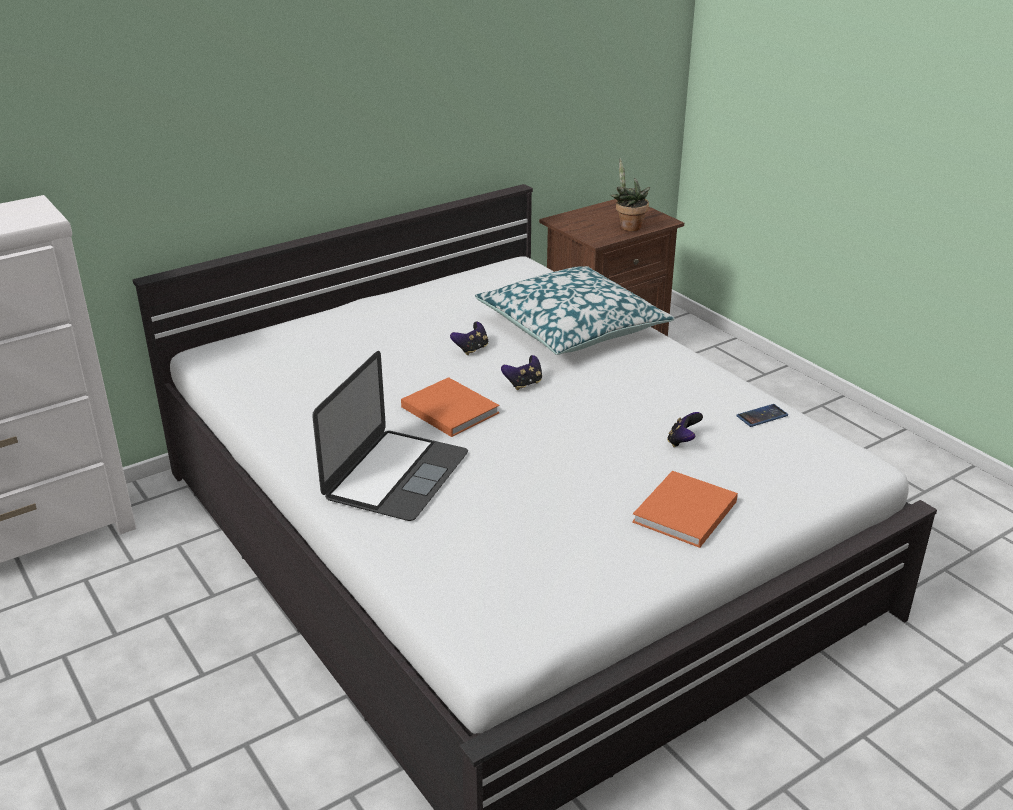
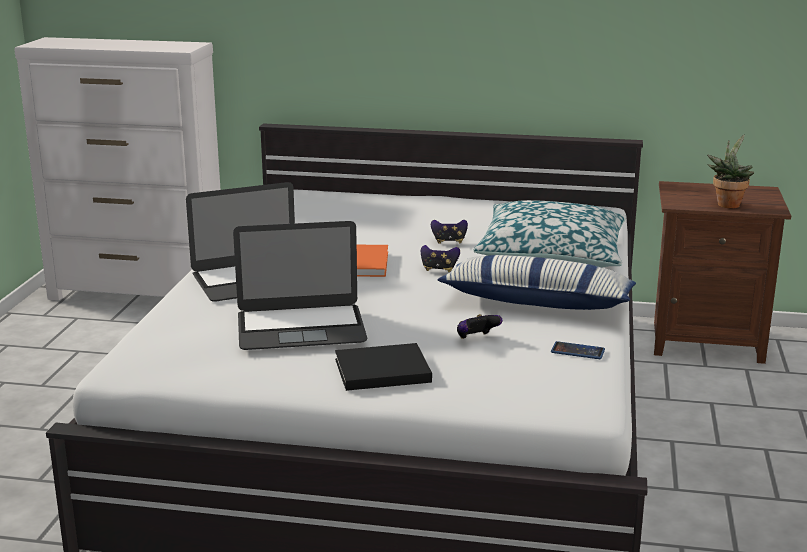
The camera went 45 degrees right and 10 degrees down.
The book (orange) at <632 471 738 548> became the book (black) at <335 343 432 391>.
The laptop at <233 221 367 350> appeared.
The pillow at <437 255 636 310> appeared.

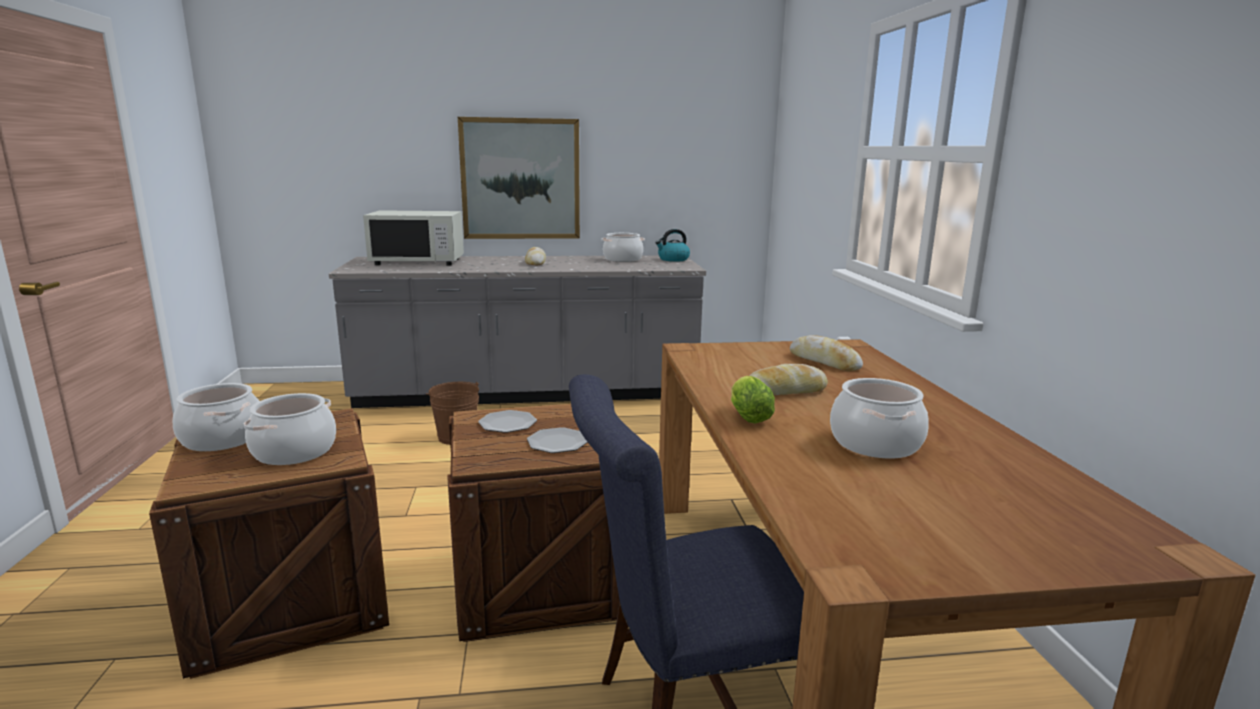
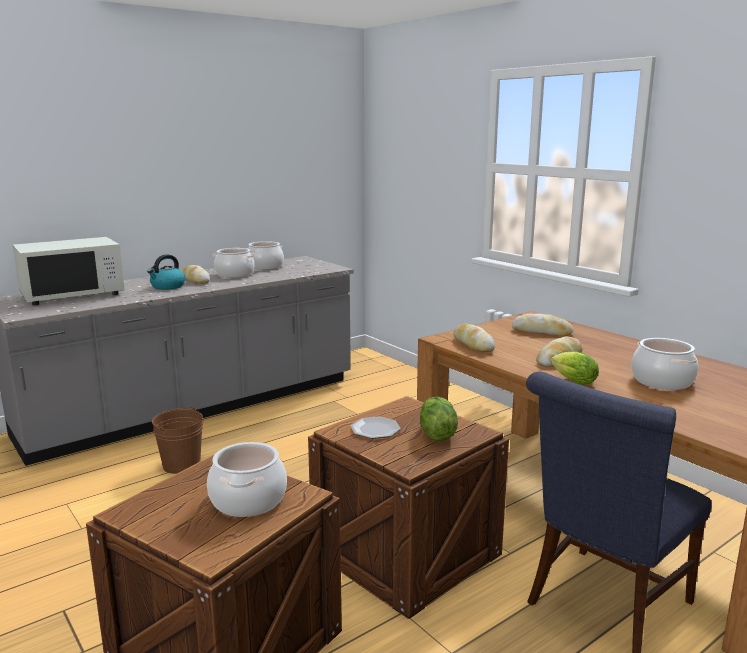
The camera went 30 degrees left and 0 degrees up.
The cooking pot moved from <173 383 259 451> to <213 248 255 278>.
The picture at <458 117 580 239> disappeared.
The plate at <527 427 588 453> was replaced by the lettuce at <420 397 458 441>.
The kettle moved from <655 229 690 262> to <147 254 185 290>.
The bread at <453 324 495 352> appeared.

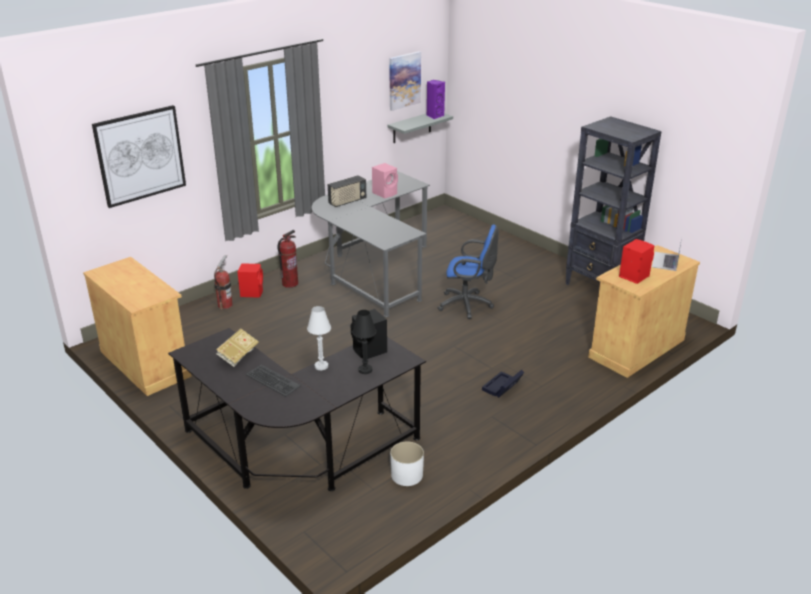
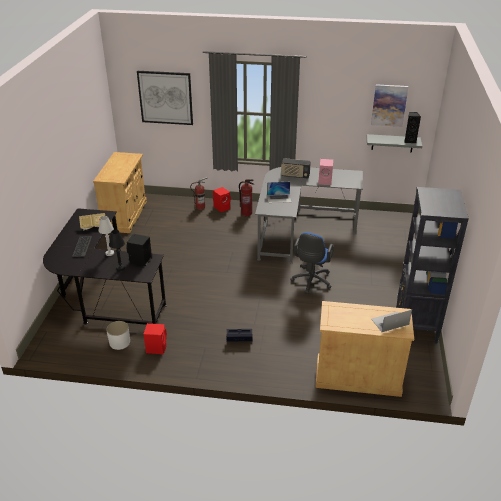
The camera went 50 degrees right and 5 degrees up.
The speaker (purple) at <427 80 445 119> became the speaker (black) at <404 112 421 143>.
The office chair (blue) at <438 225 499 319> turned 45 degrees clockwise.
The speaker (red) moved from <619 239 654 284> to <143 323 167 354>.
The laptop at <267 182 292 203> appeared.

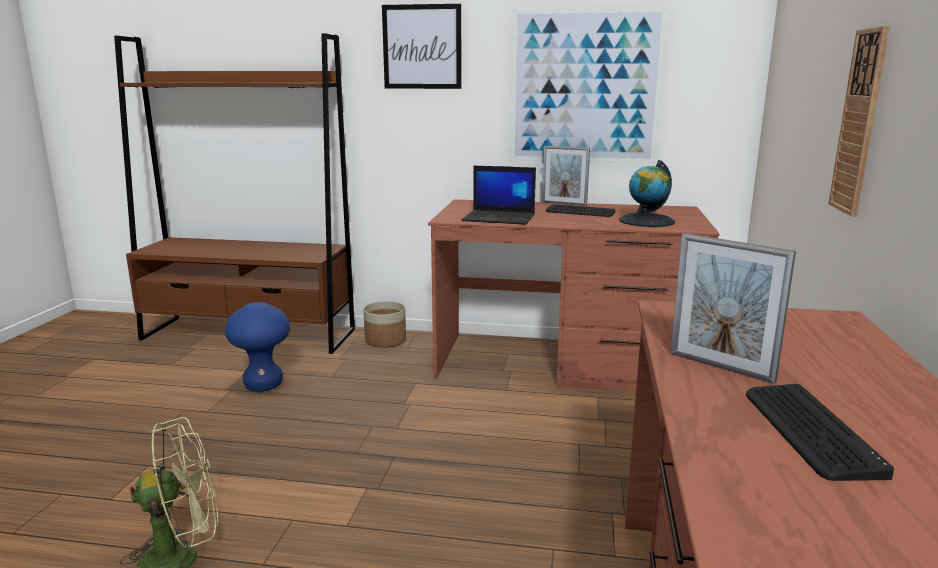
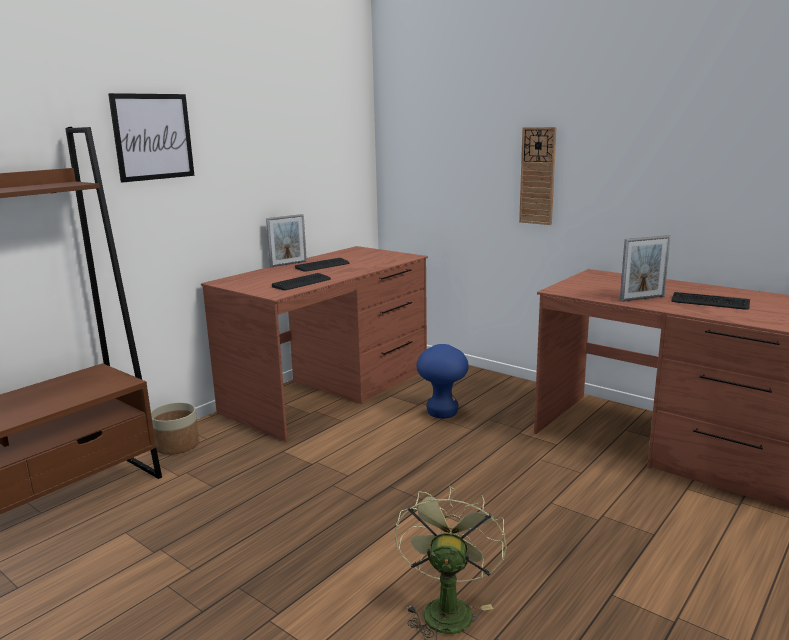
The camera went 60 degrees left and 0 degrees up.
The stool (blue) moved from <225 302 290 392> to <416 344 469 419>.
The laptop at <462 166 536 225> was replaced by the keyboard at <272 273 331 290>.
The picture at <510 7 668 164> disappeared.
The globe at <619 160 675 227> disappeared.

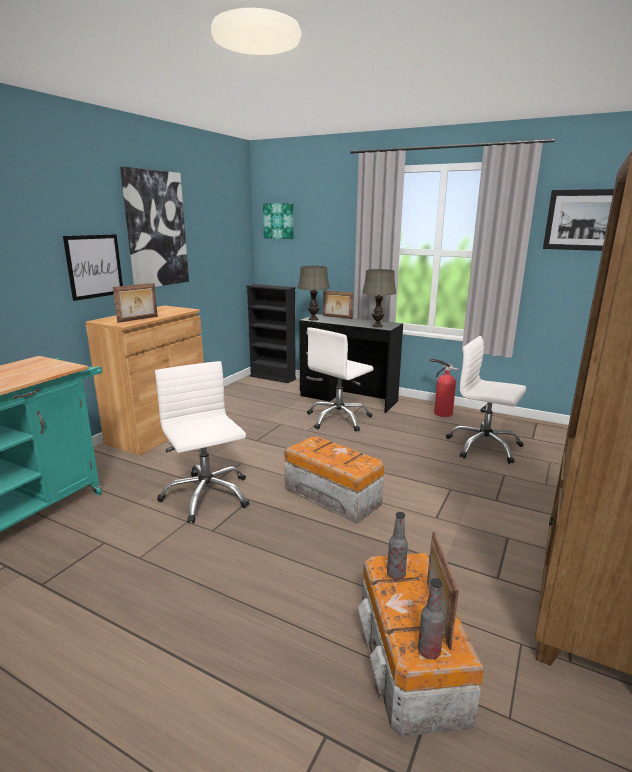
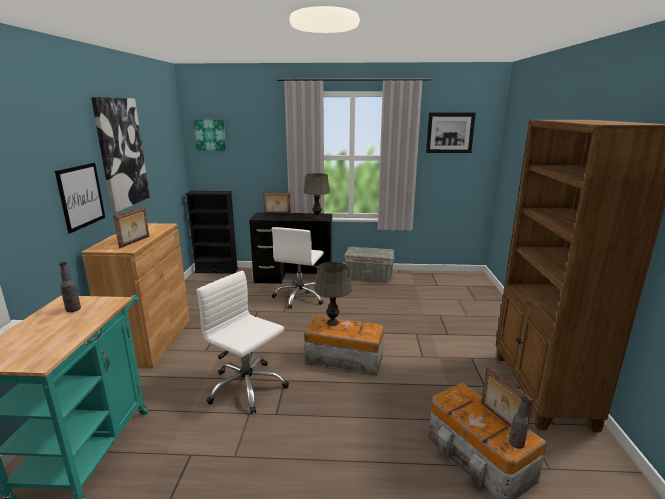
The camera went 25 degrees left and 0 degrees up.
The table lamp (grey) moved from <298 266 330 321> to <314 262 352 326>.
The bottle moved from <387 512 408 580> to <59 262 81 312>.
The fire extinguisher at <429 359 459 417> was replaced by the storage box (grey) at <344 247 395 282>.
The office chair (white) at <446 336 526 464> disappeared.

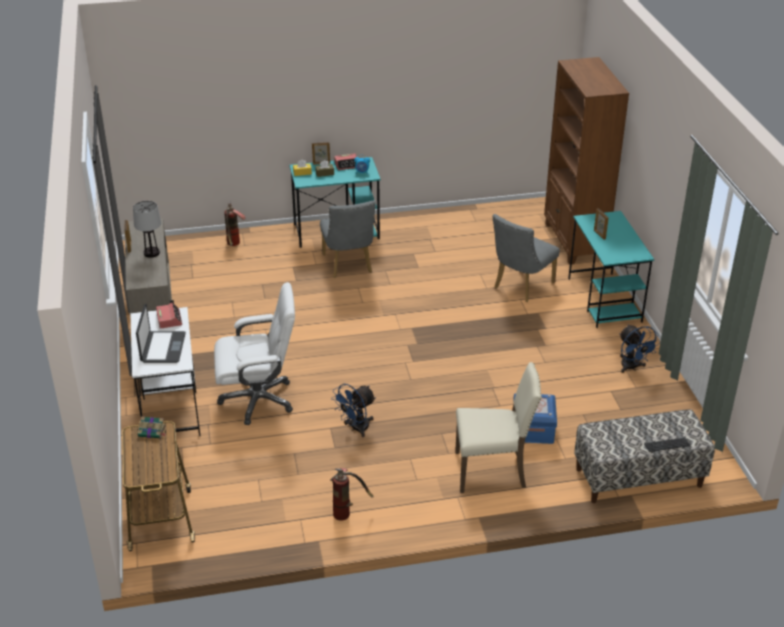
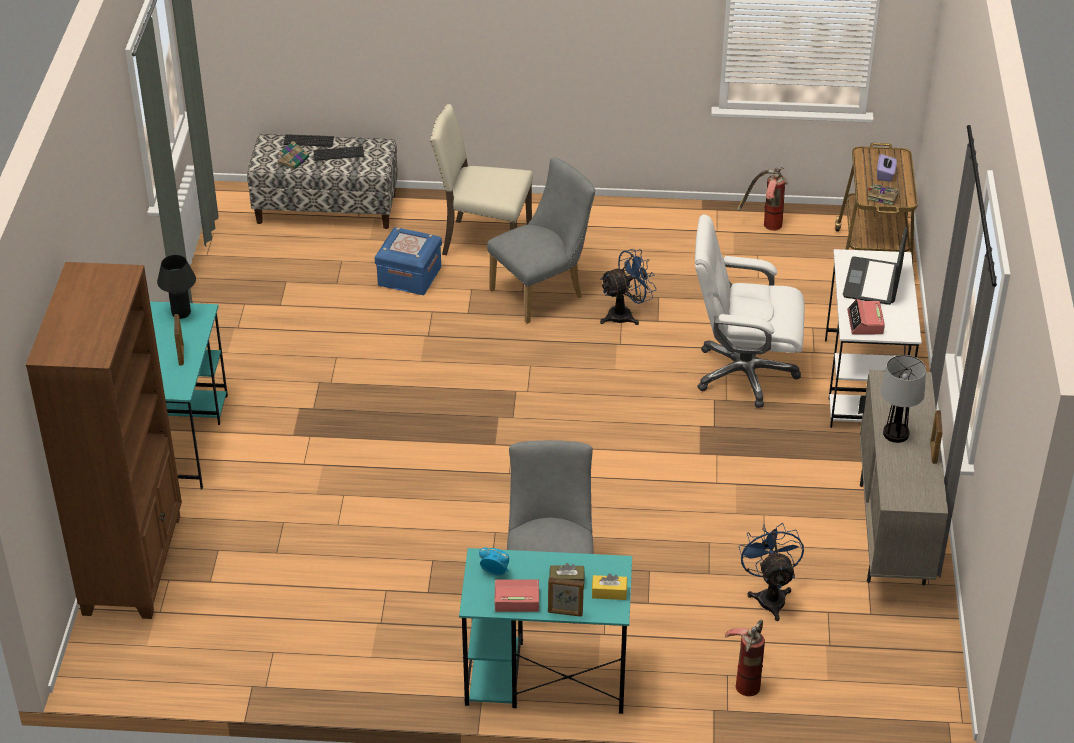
The camera went 165 degrees left and 5 degrees up.
The fire extinguisher moved from <330 468 374 521> to <737 167 788 231>.
The chair (grey) moved from <492 214 560 302> to <487 157 595 324>.
The fan (blue) moved from <619 324 661 373> to <739 523 804 621>.
The table lamp (black) at <157 255 196 319> appeared.
The book at <277 141 309 170> appeared.
The keyboard at <313 146 364 161> appeared.
The tissue box (purple) at <877 154 897 182> appeared.

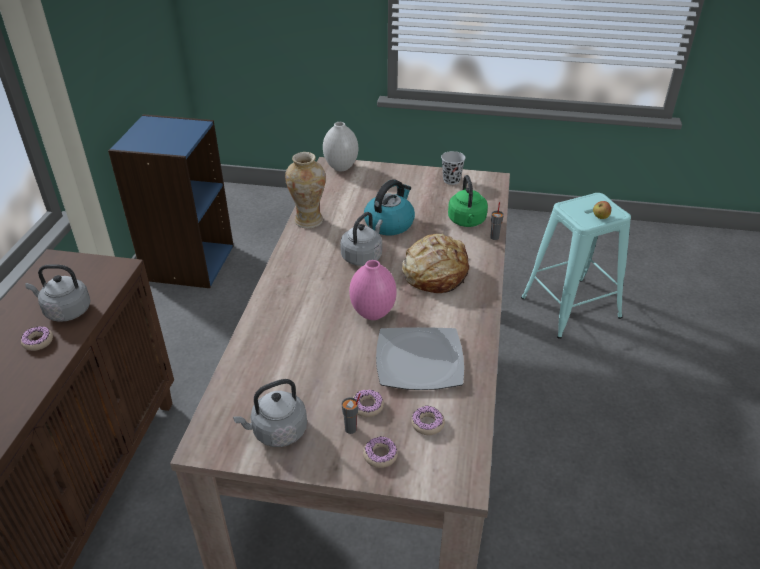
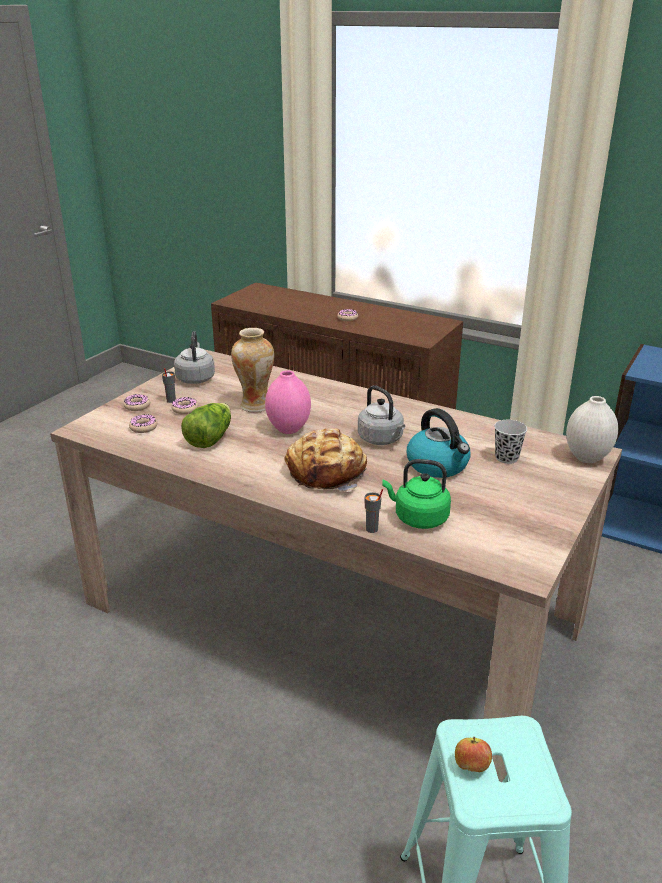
The camera went 110 degrees right and 10 degrees down.
The kettle (grey) at <25 264 91 322> disappeared.
The vase moved from <285 152 326 229> to <231 328 274 412>.
The plate at <376 327 464 390> was replaced by the lettuce at <181 403 231 448>.
The cup (black) moved from <441 151 466 185> to <494 420 527 464>.

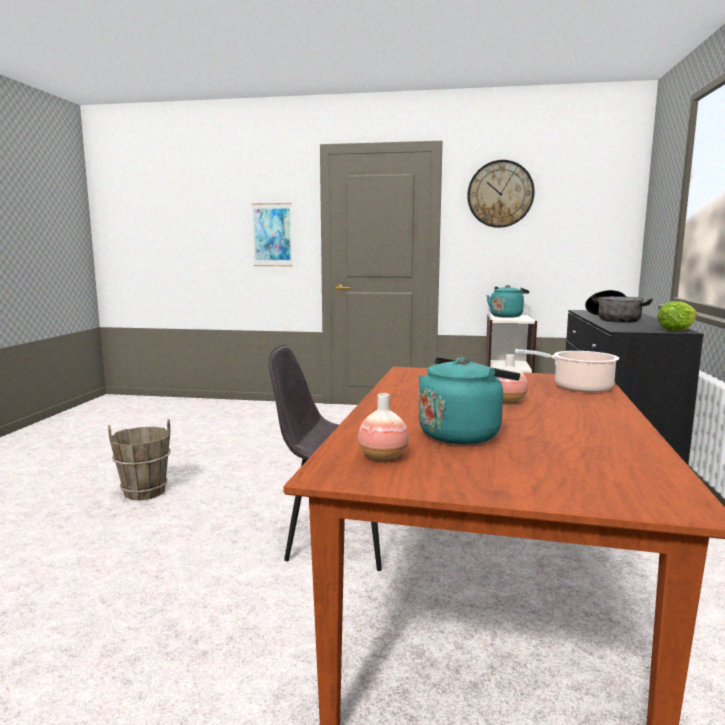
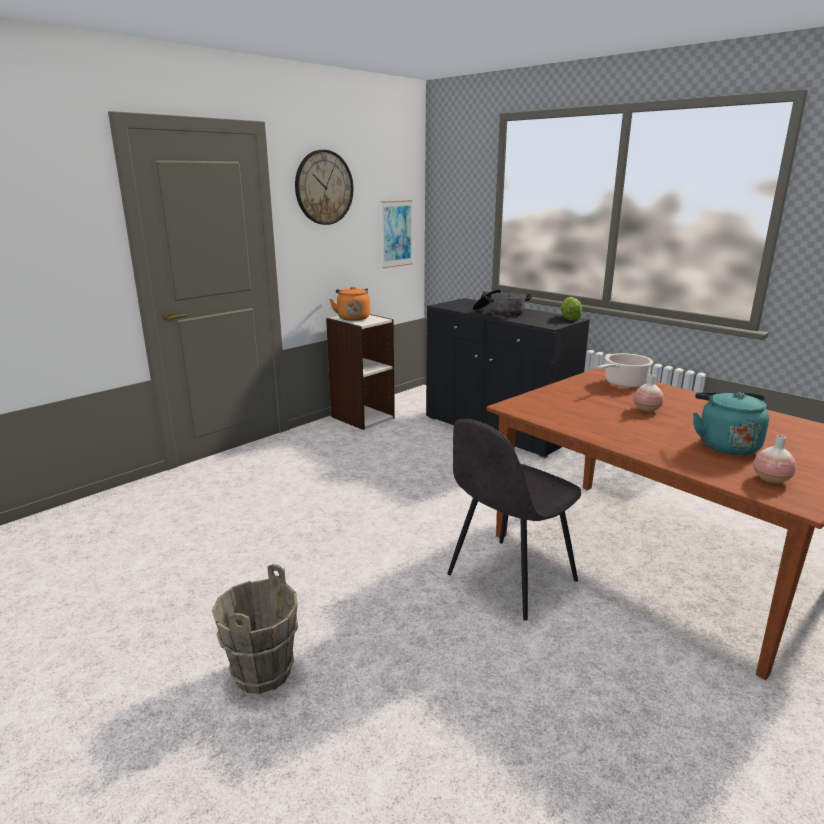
The camera went 55 degrees left and 10 degrees up.
The picture moved from <252 203 293 266> to <381 200 413 268>.
The kettle (turquoise) at <486 285 529 318> became the kettle (orange) at <330 286 370 321>.

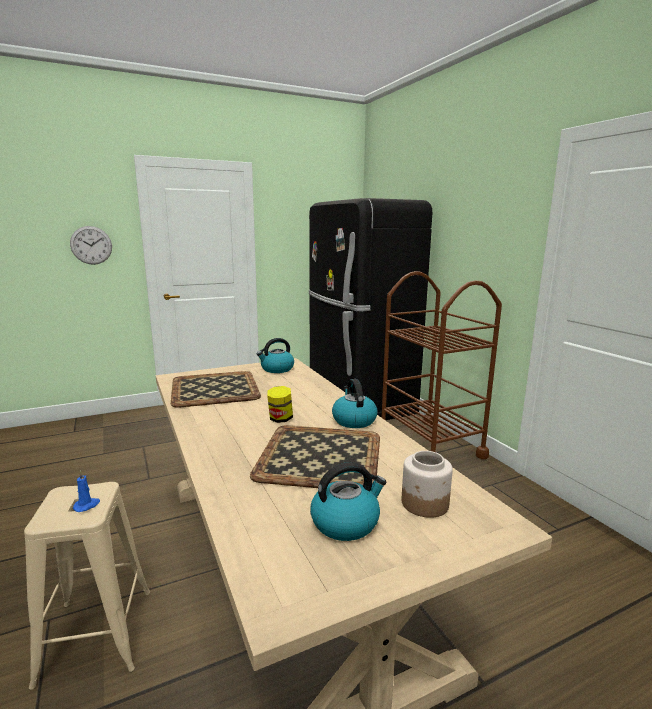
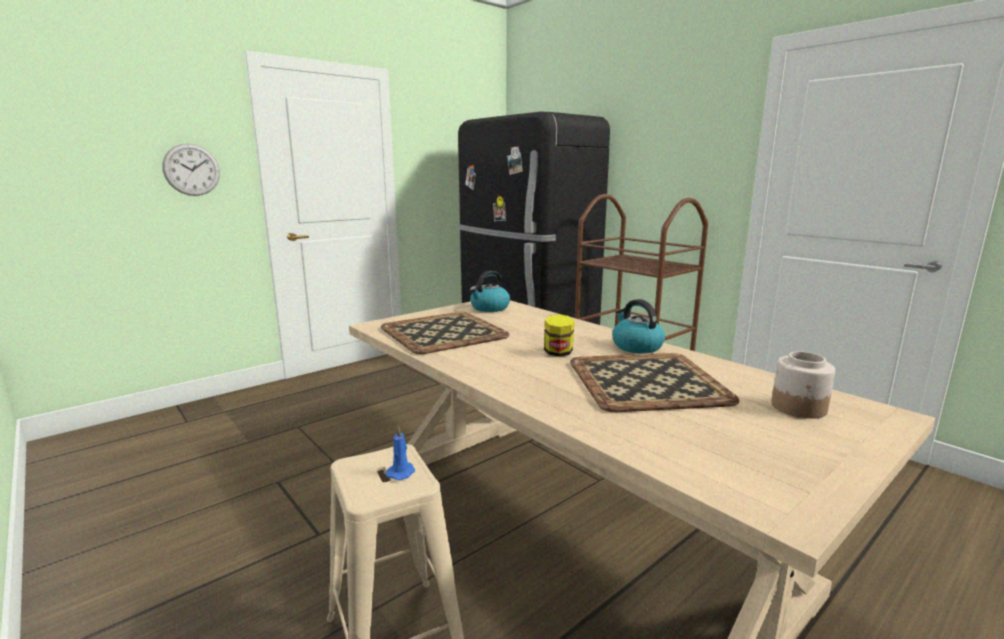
The camera went 15 degrees left and 0 degrees up.
The kettle at <310 462 386 541> disappeared.

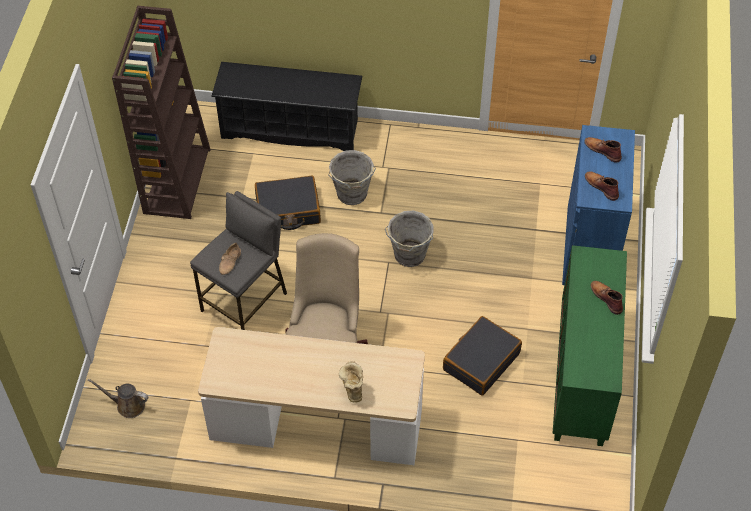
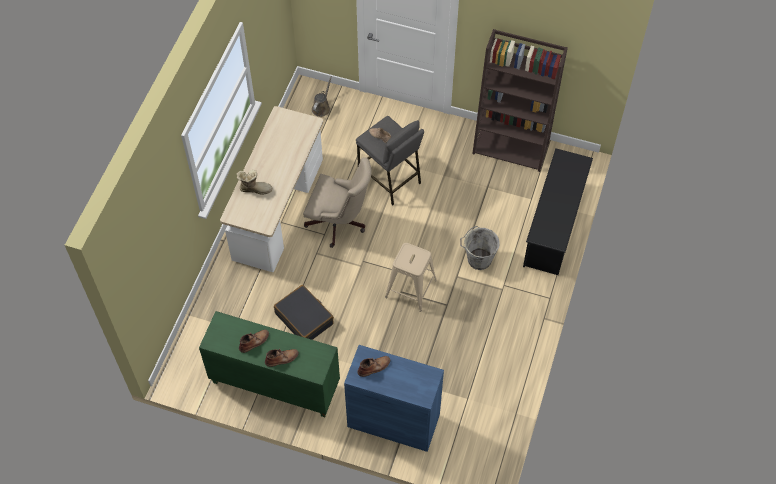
The camera went 100 degrees right and 5 degrees up.
The suitcase (black) at <255 176 321 230> disappeared.
The bucket (grey) at <385 211 433 267> was replaced by the stool (beige) at <385 243 437 312>.
The boot (brown) moved from <584 137 622 163> to <239 330 269 353>.

